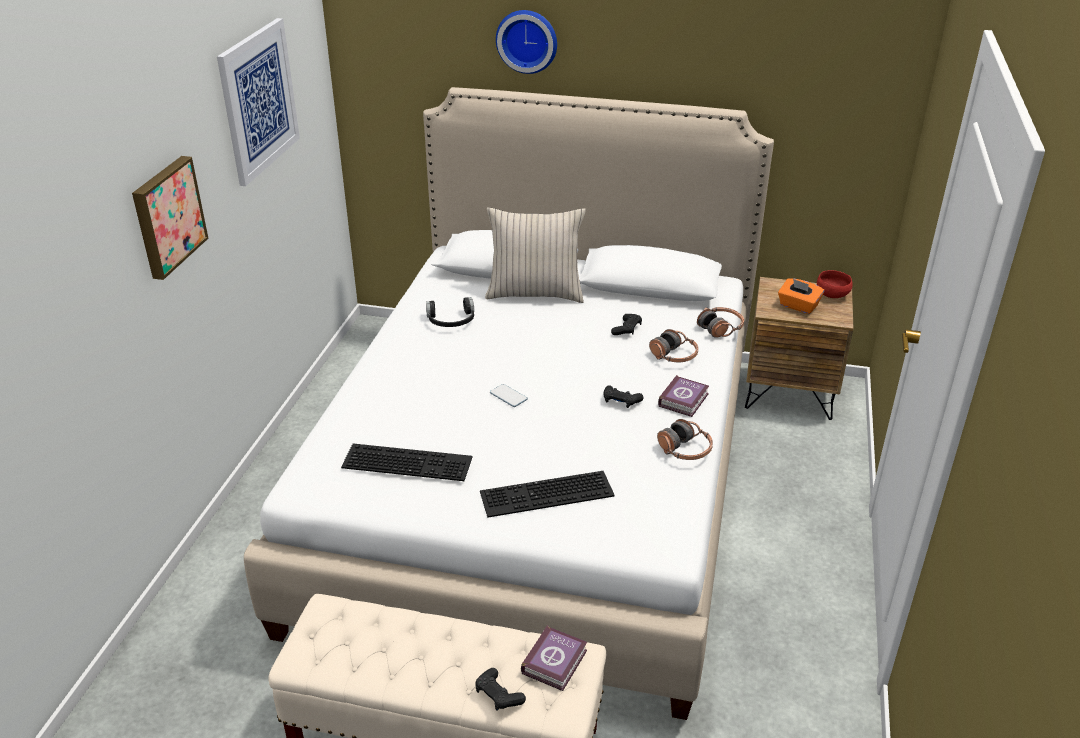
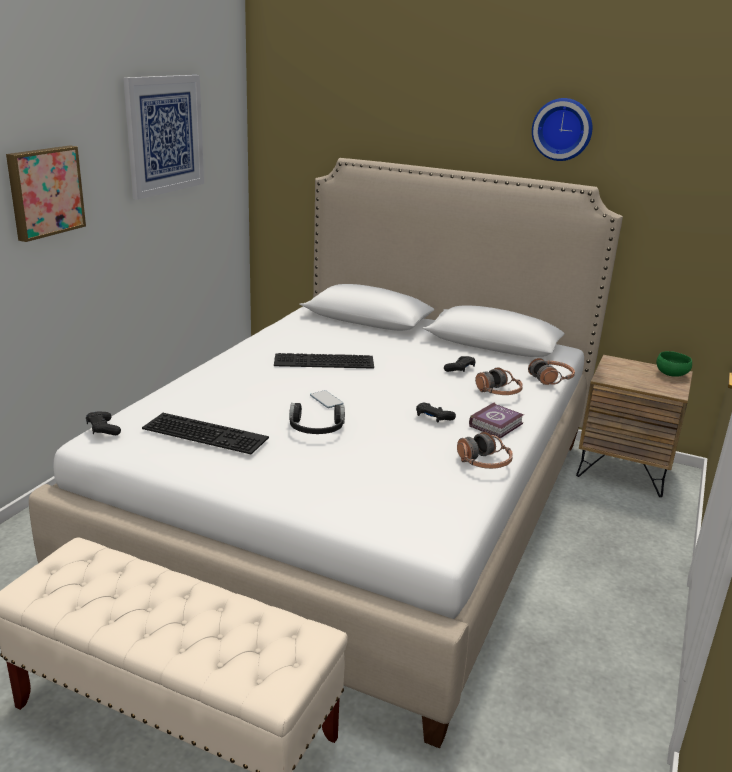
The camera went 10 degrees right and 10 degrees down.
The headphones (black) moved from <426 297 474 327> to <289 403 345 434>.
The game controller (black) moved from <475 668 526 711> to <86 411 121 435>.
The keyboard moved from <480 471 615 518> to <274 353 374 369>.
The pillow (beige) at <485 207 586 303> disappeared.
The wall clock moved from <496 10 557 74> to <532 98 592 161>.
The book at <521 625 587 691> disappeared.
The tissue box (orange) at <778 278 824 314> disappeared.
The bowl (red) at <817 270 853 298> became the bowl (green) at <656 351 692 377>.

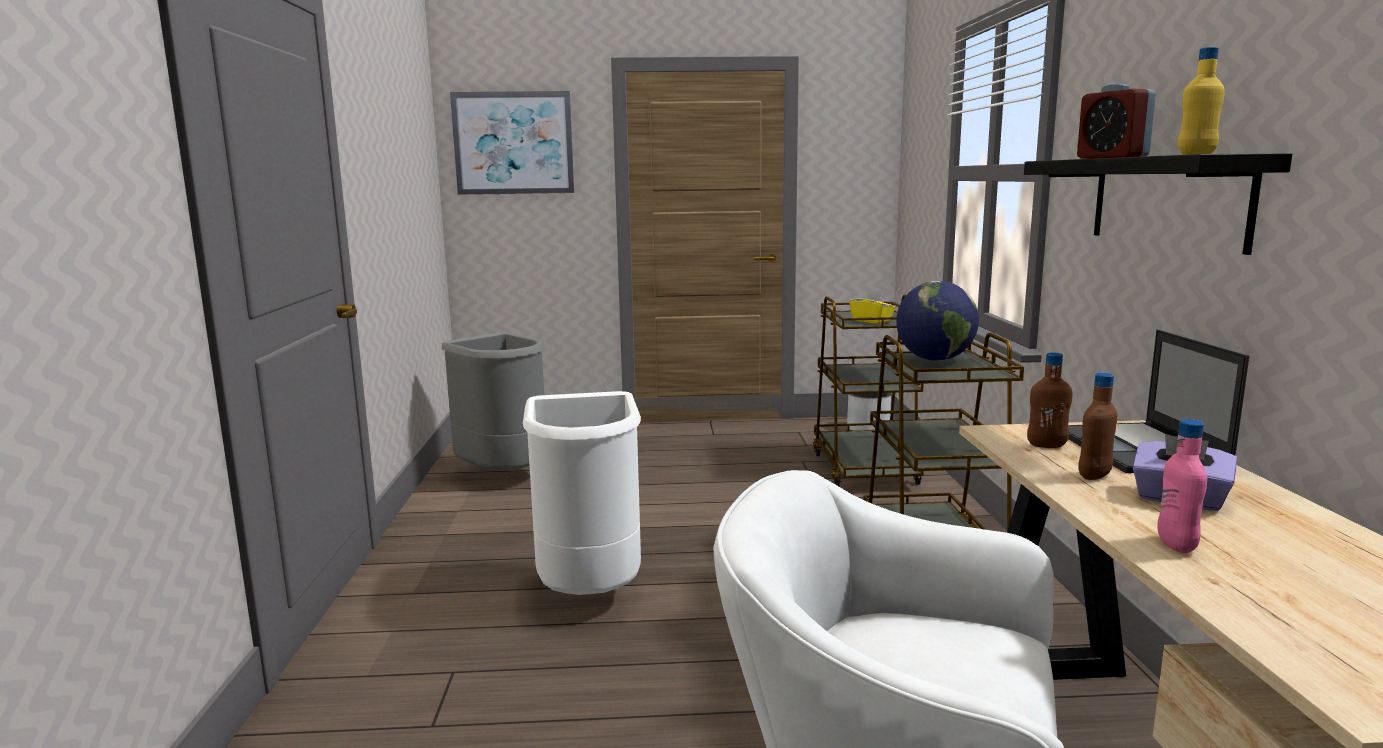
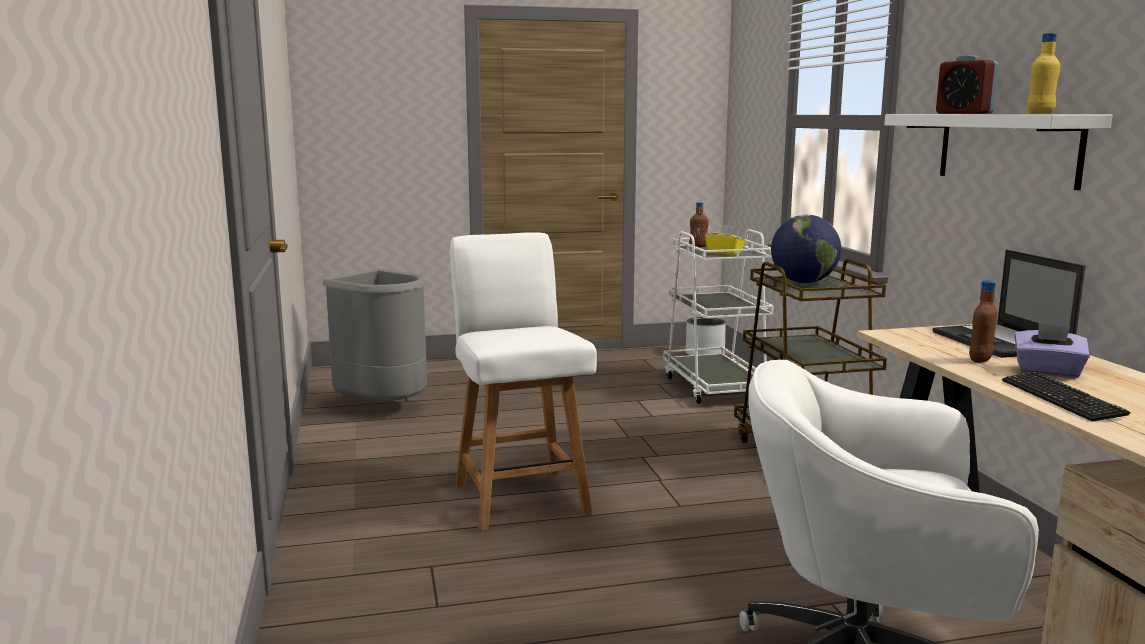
The camera went 10 degrees left and 0 degrees up.
The picture at <450 91 574 195> disappeared.
The trash can (white) at <523 391 641 595> was replaced by the chair (white) at <450 232 597 531>.
The cart (brown) at <813 295 924 486> became the cart (white) at <663 229 774 404>.
The shelf (black) at <1024 153 1292 255> became the shelf (white) at <884 114 1112 190>.
The bottle (brown) moved from <1027 352 1073 448> to <689 202 709 247>.
The bottle (pink) at <1157 419 1207 553> was replaced by the keyboard at <1002 372 1130 422>.

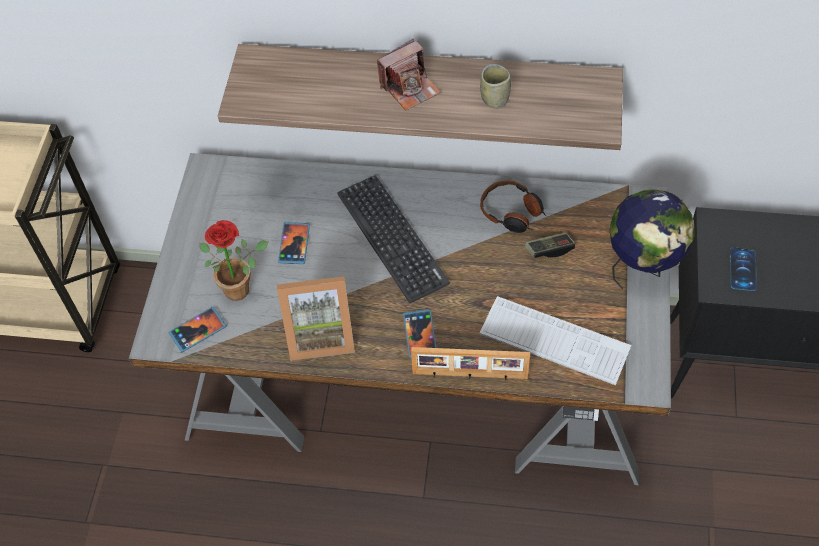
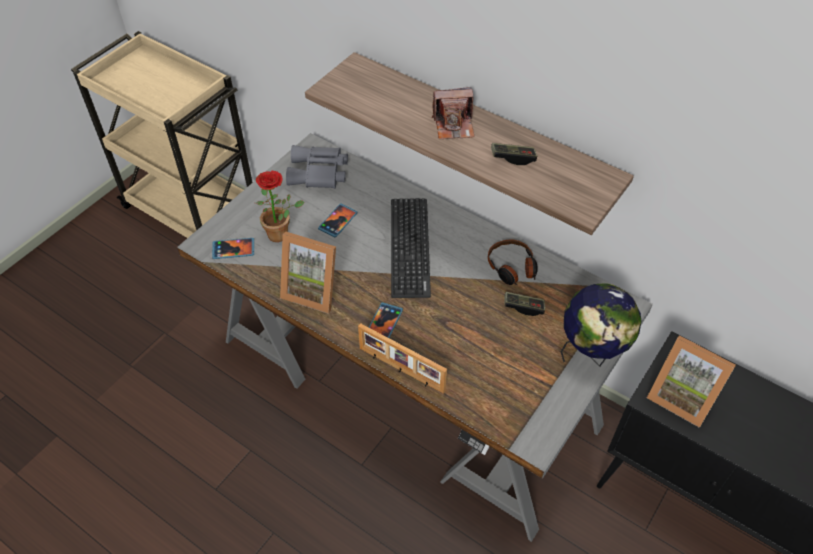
The camera went 25 degrees right and 5 degrees down.
The keyboard at <479 296 632 385> disappeared.
The cup at <480 64 511 109> was replaced by the game controller at <491 143 537 165>.
The phone at <730 247 757 291> was replaced by the picture frame at <647 335 736 428>.
The binoculars (grey) at <286 145 348 189> appeared.

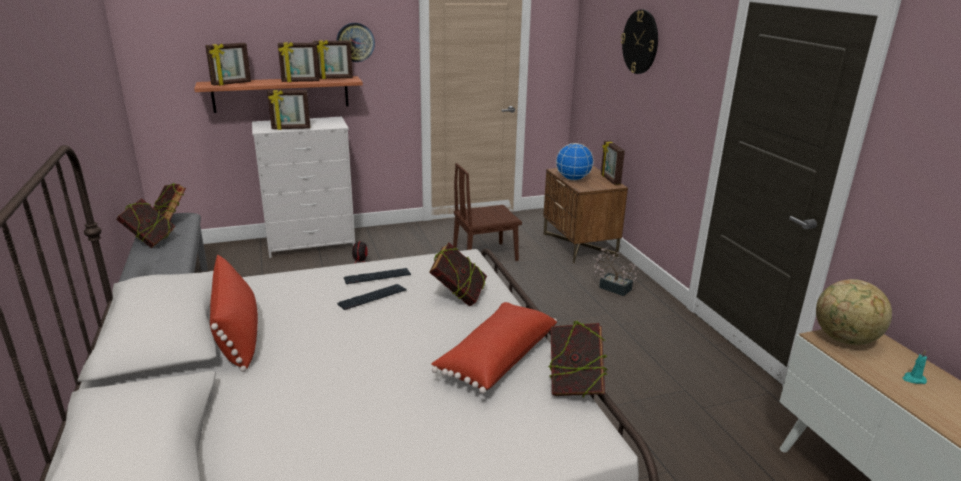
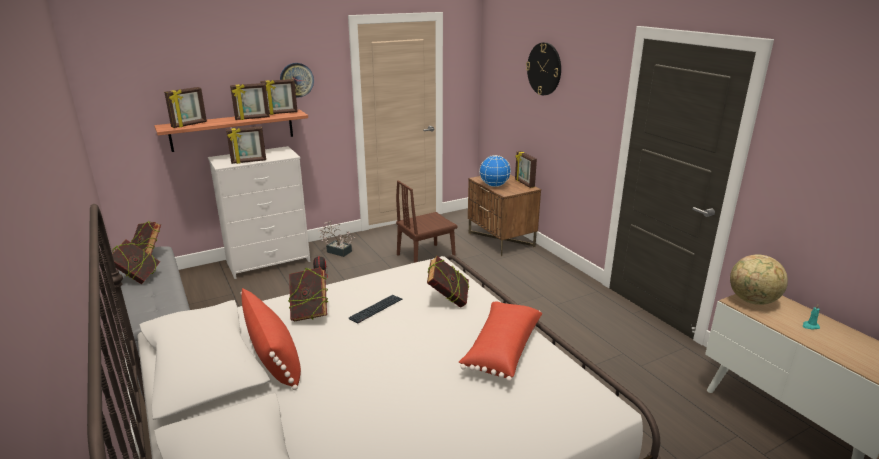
The camera went 10 degrees left and 0 degrees up.
The keyboard at <344 268 411 284> disappeared.
The book moved from <548 320 608 398> to <288 267 328 321>.
The potted plant moved from <593 246 640 296> to <318 220 355 257>.

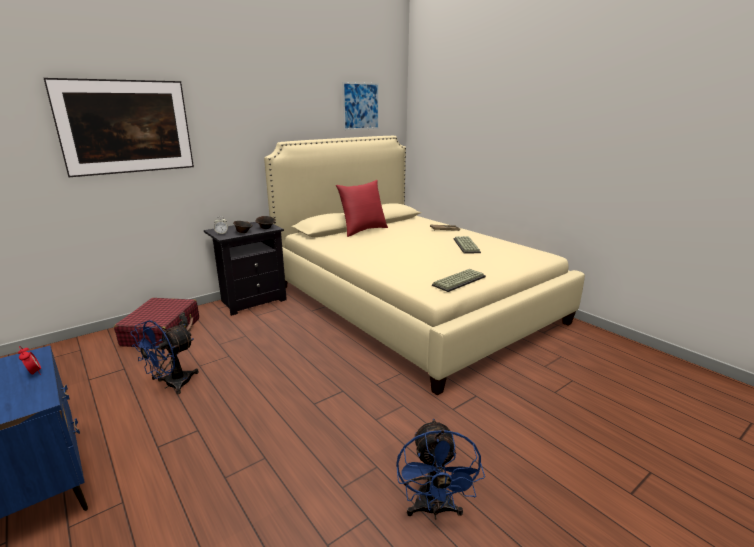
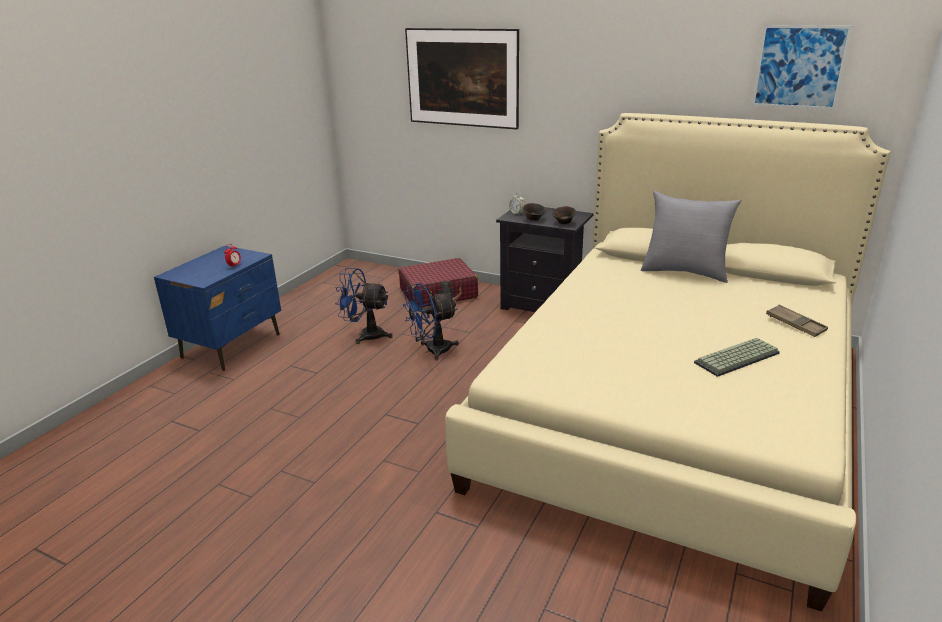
The camera went 65 degrees right and 5 degrees up.
The pillow (red) at <336 180 388 237> became the pillow (grey) at <641 191 741 283>.
The fan (blue) moved from <396 419 485 519> to <402 283 459 360>.
The keyboard at <432 269 486 292> disappeared.

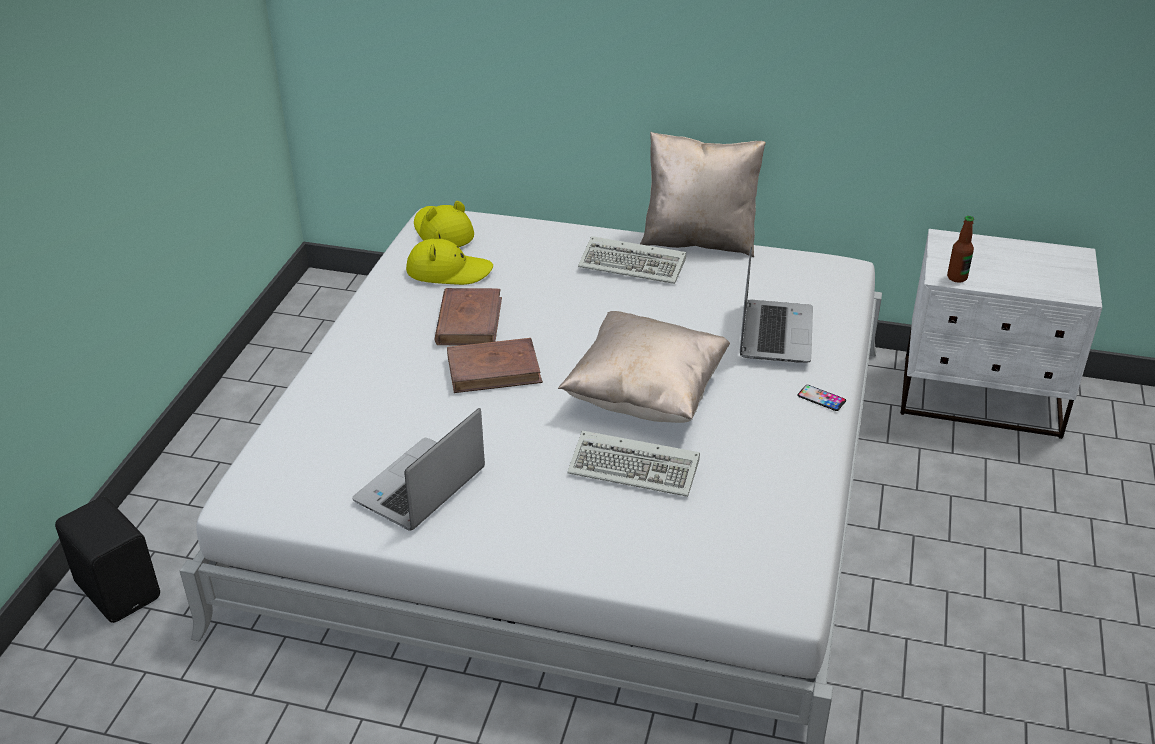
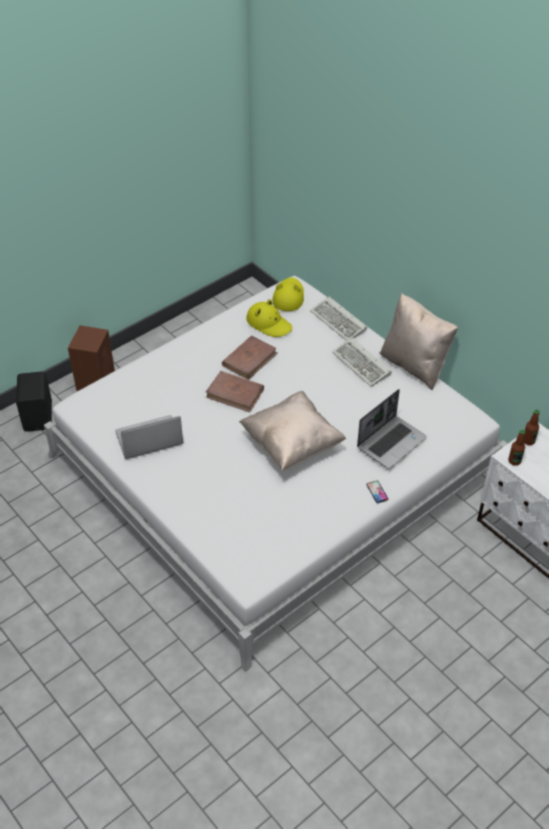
The camera went 35 degrees right and 10 degrees up.
The keyboard moved from <567 431 700 497> to <310 296 367 341>.
The speaker (brown) at <68 325 115 391> appeared.
The bottle at <524 409 540 445> appeared.

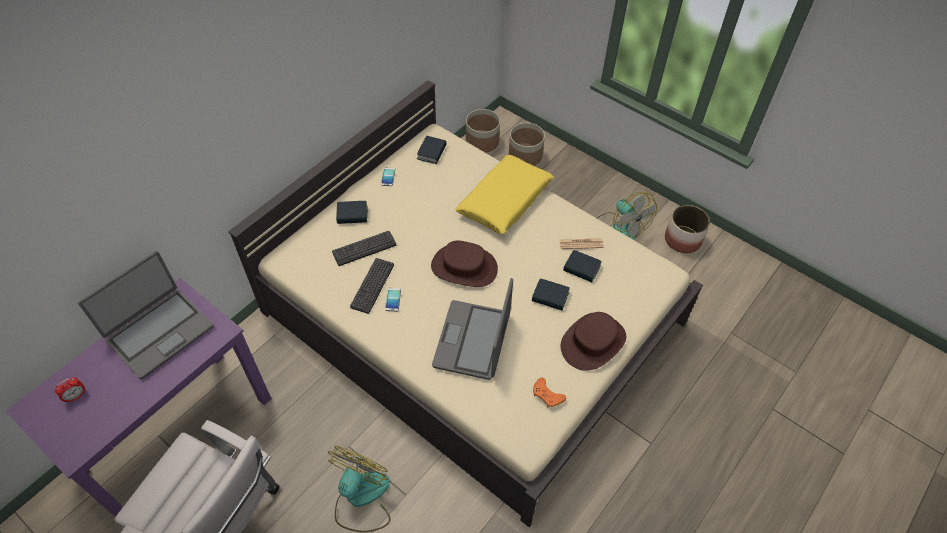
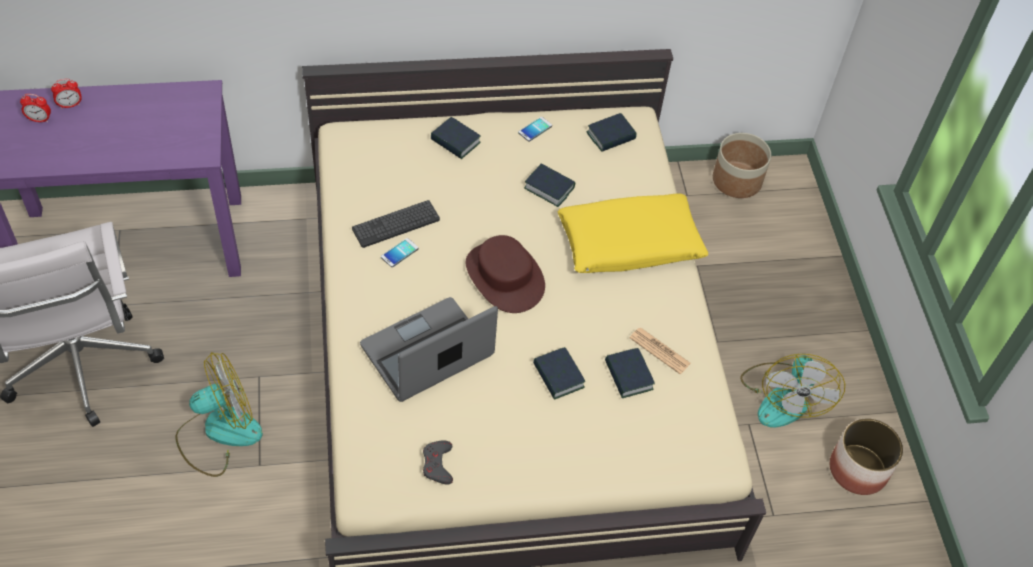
The camera went 40 degrees right and 0 degrees up.
The laptop at <78 251 213 379> disappeared.
The keyboard at <332 231 396 266> disappeared.
The planter at <509 123 545 166> disappeared.
The game controller (orange) at <533 377 566 407> became the game controller (grey) at <423 441 453 485>.
The hat (brown) at <561 312 626 371> disappeared.
The alarm clock at <51 79 82 109> appeared.
The book at <524 163 575 207> appeared.

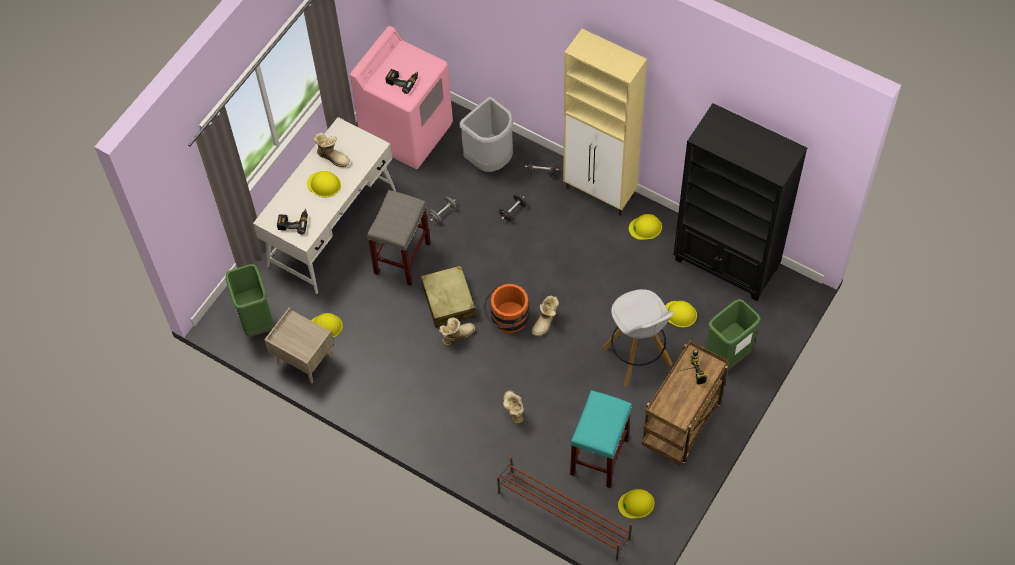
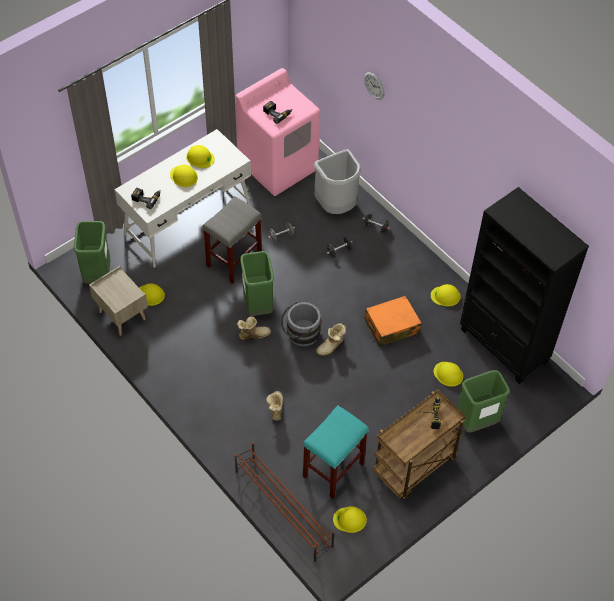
The camera went 15 degrees right and 5 degrees down.
The boot at <313 133 350 167> was replaced by the hard hat (yellow) at <186 145 215 168>.
The suitcase (beige) at <421 265 476 328> was replaced by the trash can (green) at <240 251 274 316>.
The bucket (orange) at <483 284 529 333> became the bucket (grey) at <281 302 321 347>.
The cabinet (beige) at <563 29 647 216> disappeared.
The stool (white) at <602 289 674 386> disappeared.
The wall clock at <364 72 384 100> appeared.
The suitcase (orange) at <365 296 422 347> appeared.

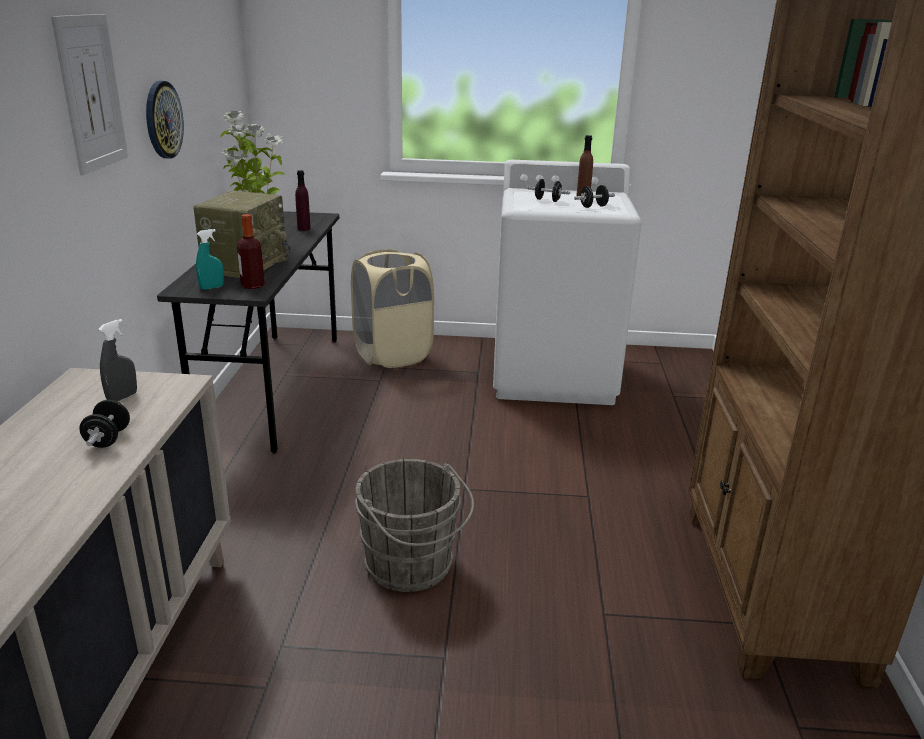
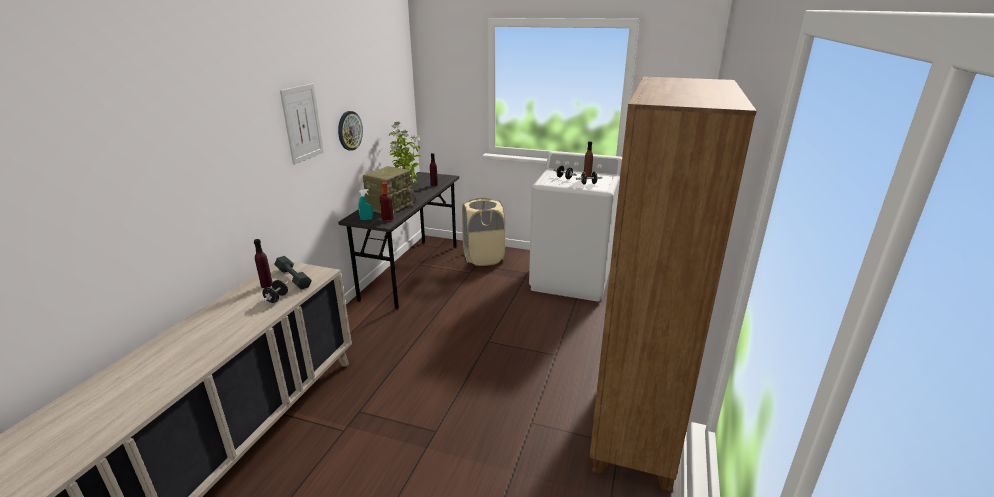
The camera went 15 degrees right and 0 degrees up.
The spray bottle (grey) at <98 319 137 401> was replaced by the dumbbell (grey) at <274 256 312 290>.
The bucket (grey) at <356 459 474 592> disappeared.
The bottle (purple) at <254 239 273 288> appeared.

